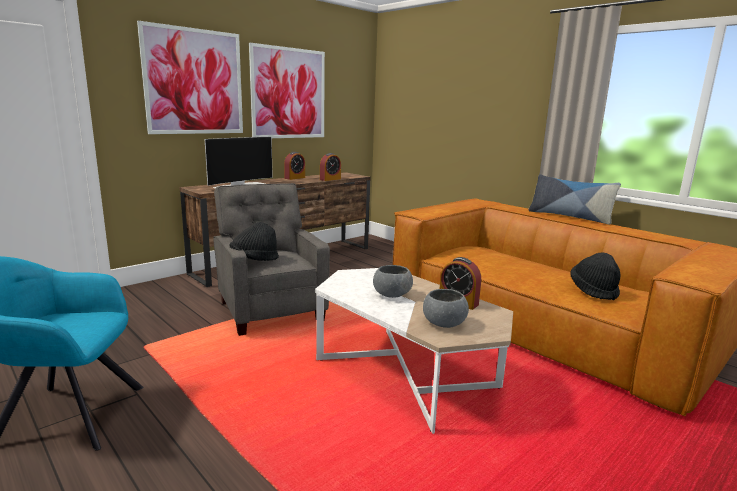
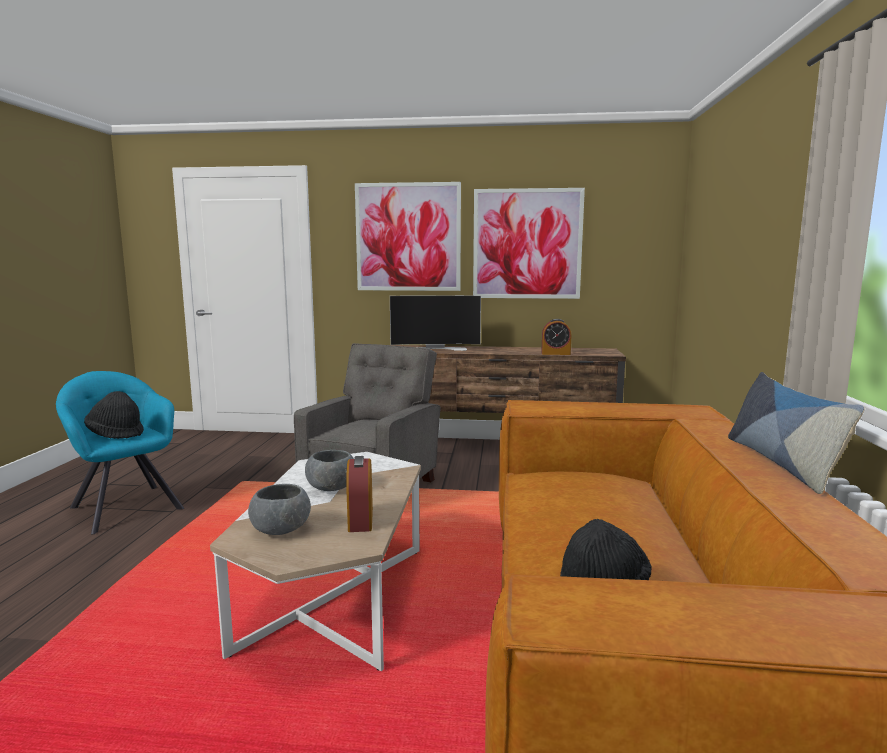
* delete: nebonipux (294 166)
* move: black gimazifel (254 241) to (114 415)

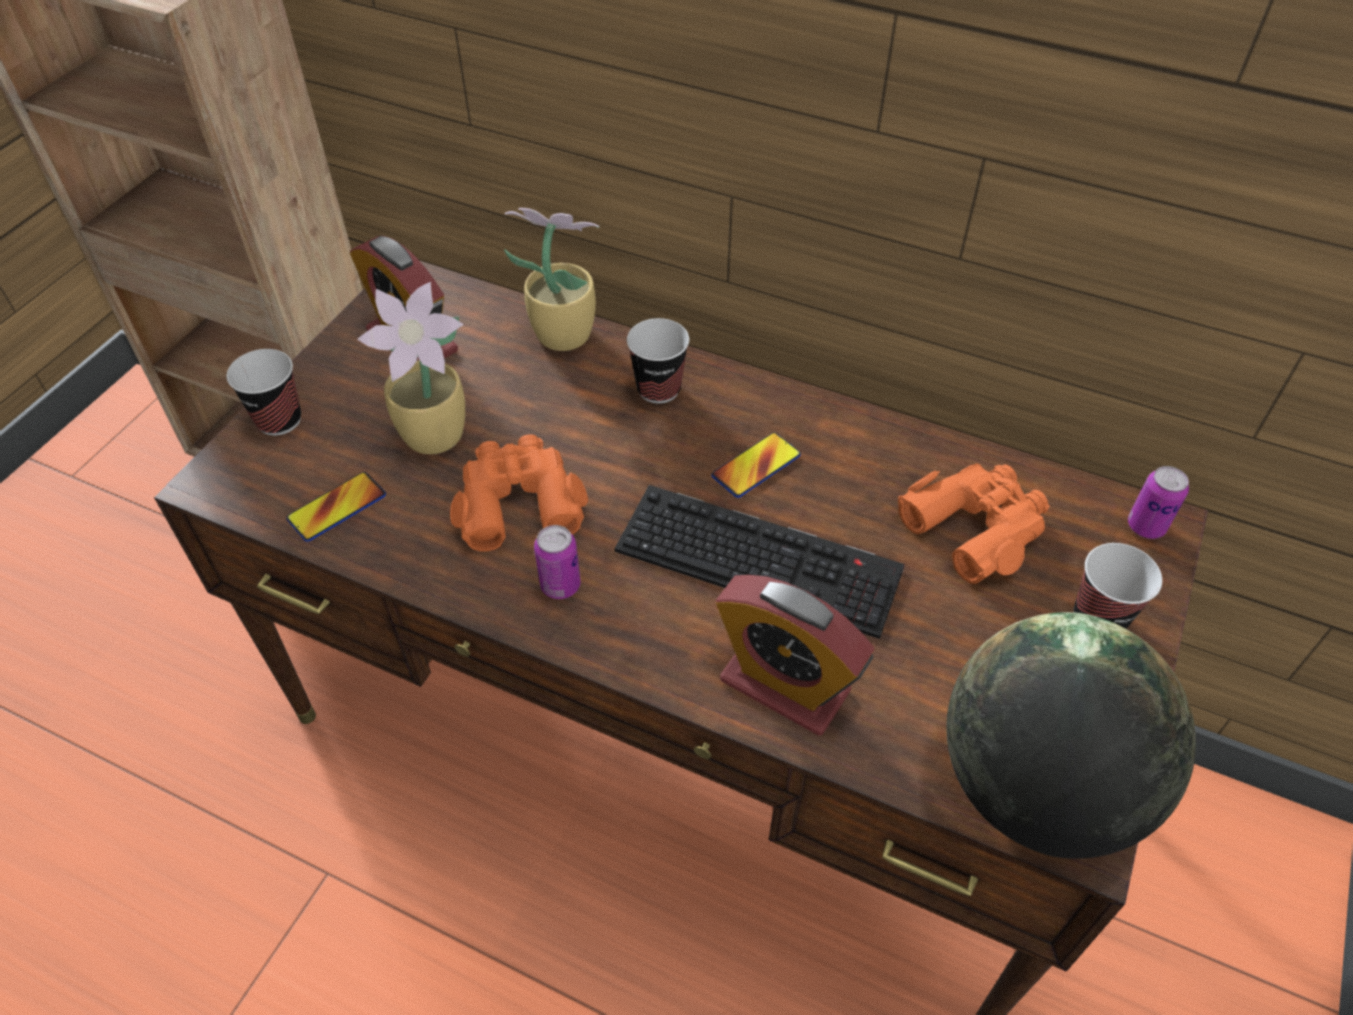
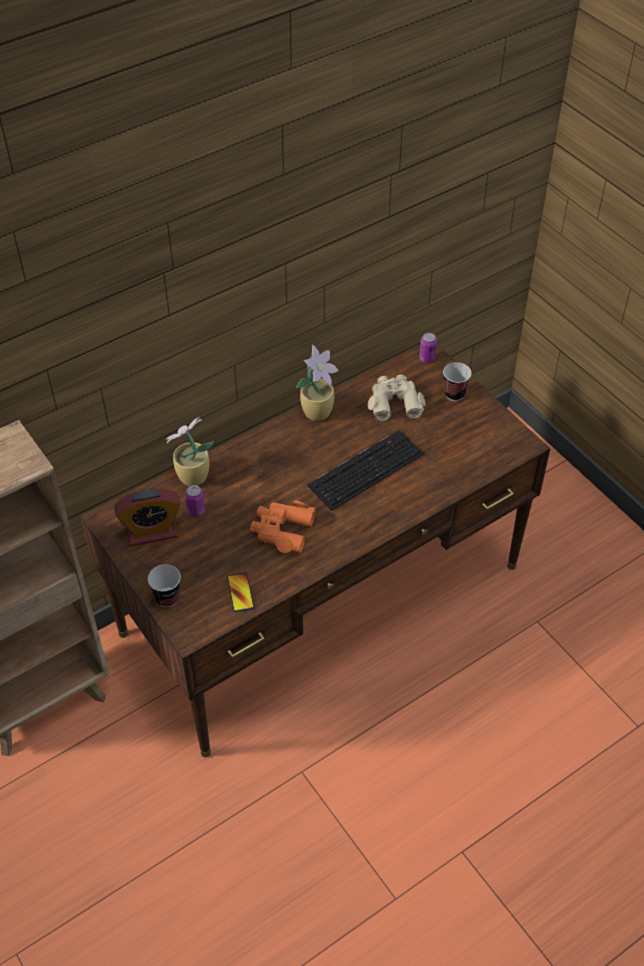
* delete: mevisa (658 361)
* delete: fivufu (756 465)
* delete: nebonipux (795 655)
* delete: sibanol (1071 735)
* move: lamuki (411 368) to (317 383)
* move: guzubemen (557 562) to (195 501)
* recolor: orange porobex (974 523) to beige porobex (396 398)

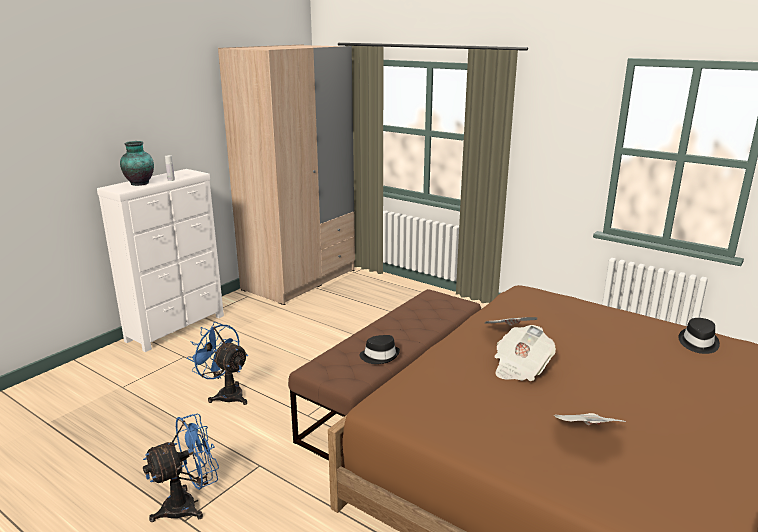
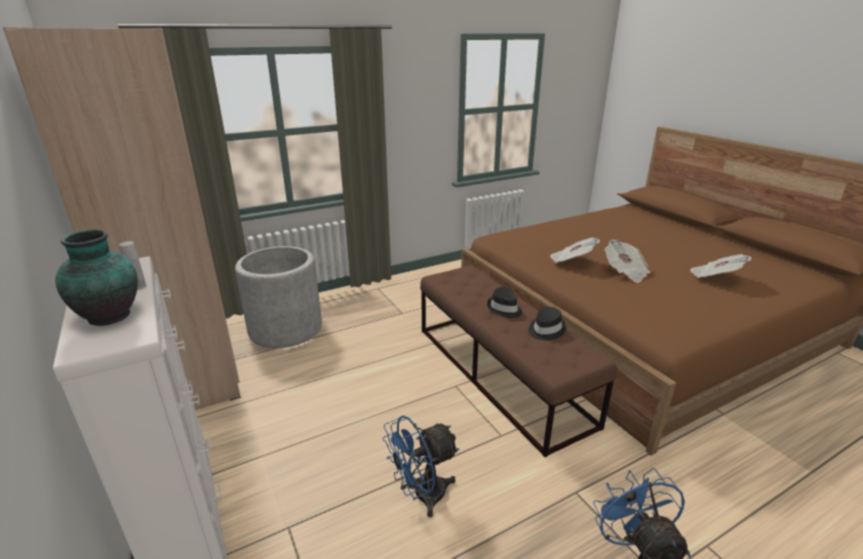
* insert: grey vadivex (278 297)
* move: black gimazifel (699 336) to (504 302)

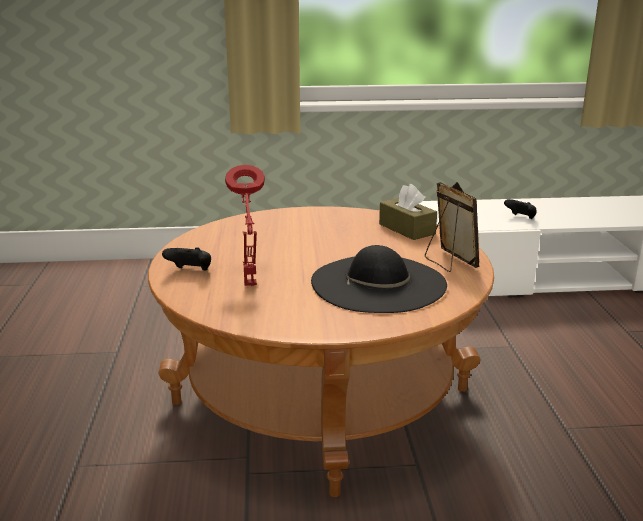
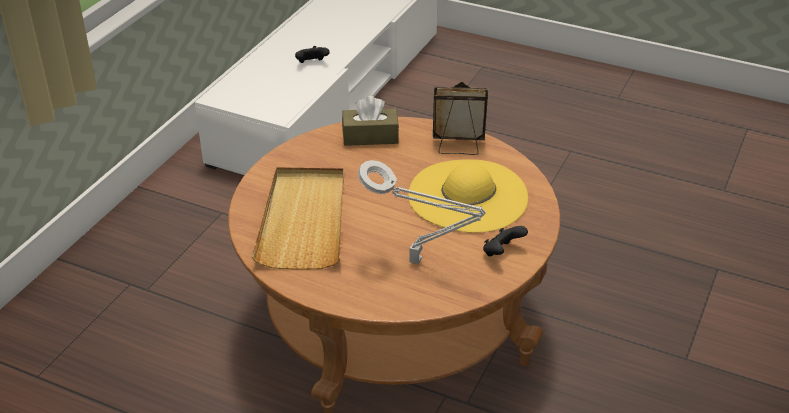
* insert: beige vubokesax (298 218)
* move: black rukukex (186 259) to (505 241)
* recolor: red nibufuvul (245 225) to grey nibufuvul (422 212)
* recolor: black gimazifel (379 279) to yellow gimazifel (468 196)

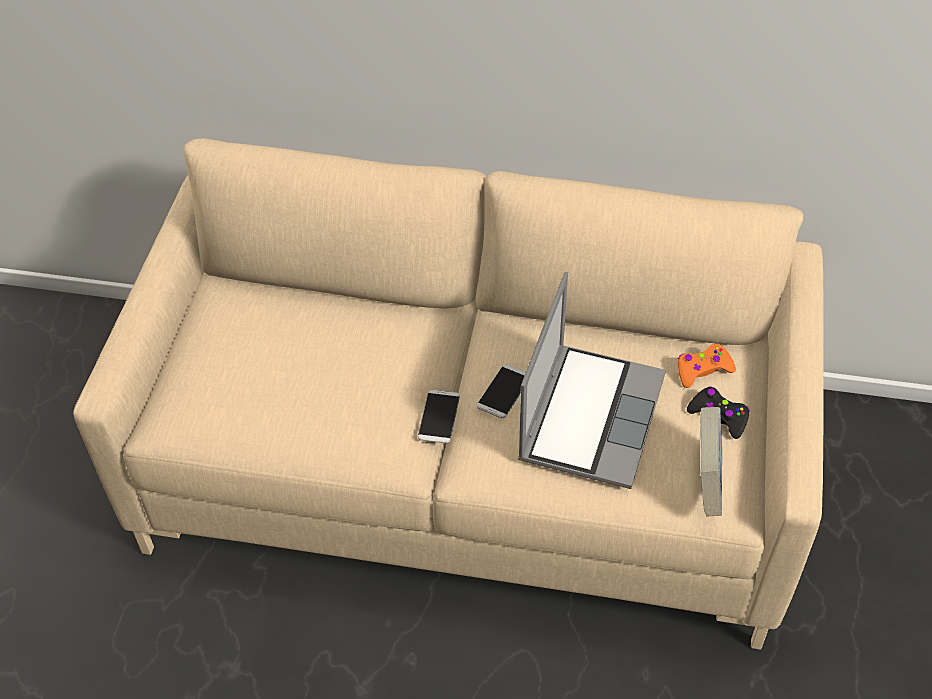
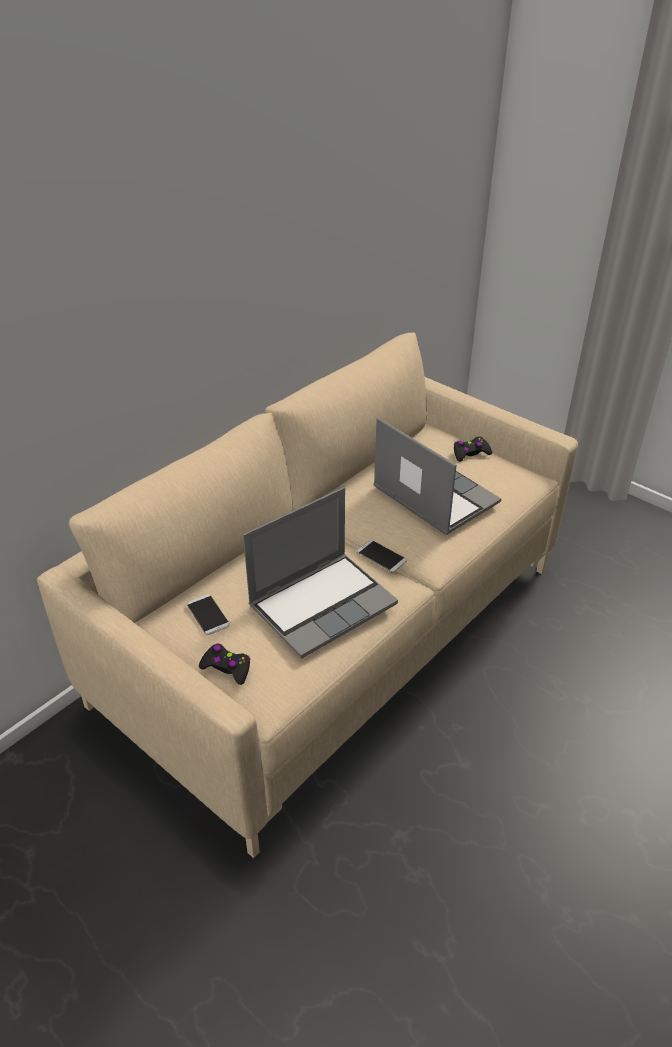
* delete: orange rukukex (707 365)
* delete: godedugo (711 461)
* insert: black rukukex (224 664)
* insert: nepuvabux (320 573)
* move: fivufu (501 391) to (208 614)

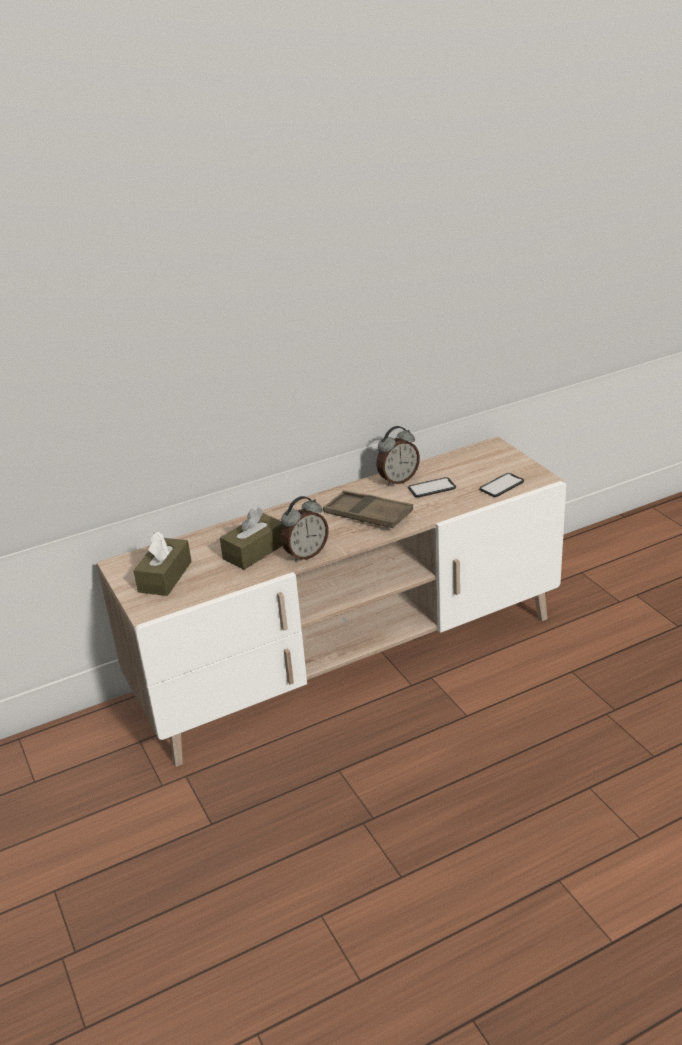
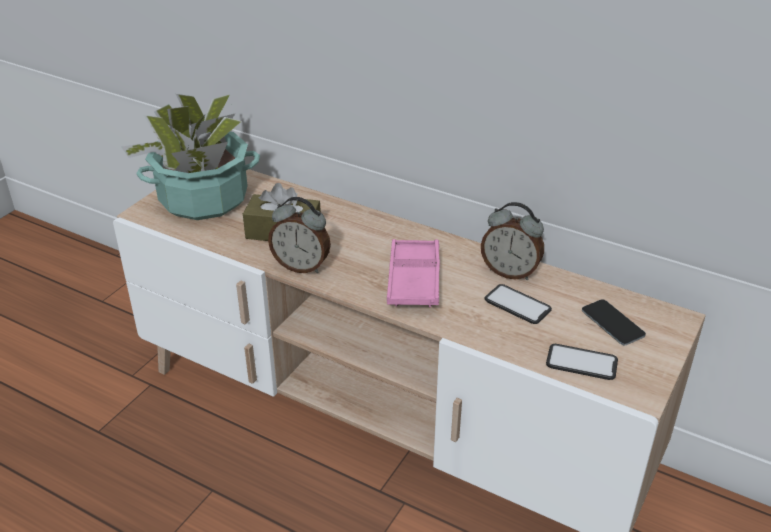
* insert: fivufu (614 322)
* replace: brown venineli (163 564) to lamuki (191 157)
* recolor: brown vubokesax (368 509) to pink vubokesax (413 273)

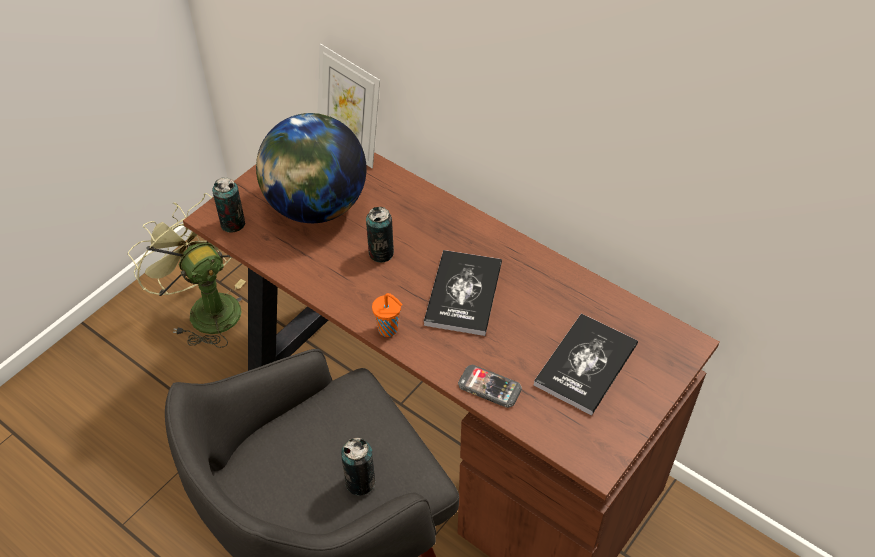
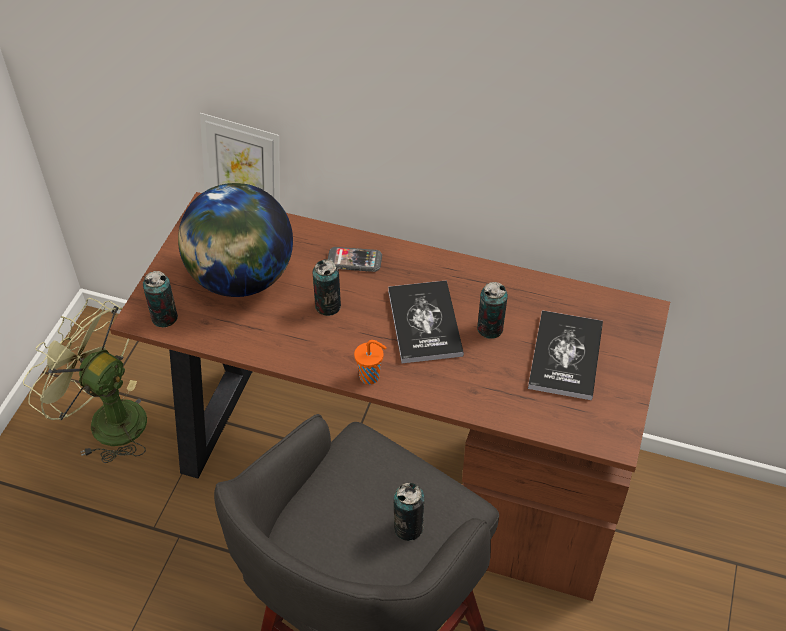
* insert: guzubemen (492 310)
* move: fivufu (490 386) to (355 259)

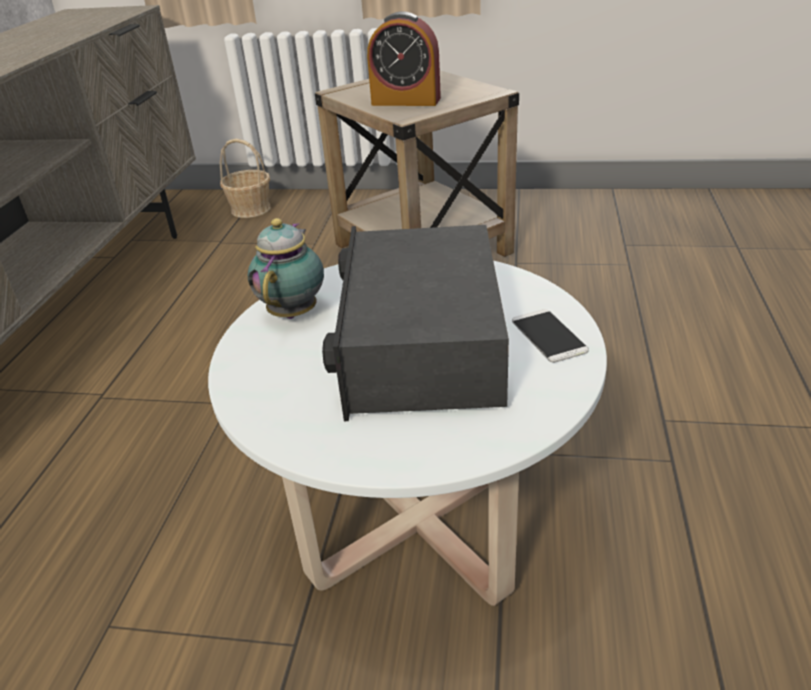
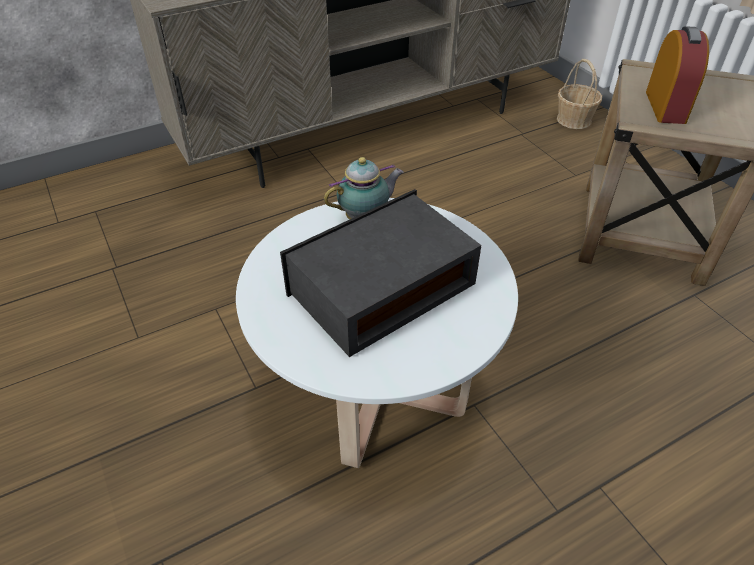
* delete: fivufu (550 336)
* rotate: nebonipux (404 58) = (677 75) 150 degrees counterclockwise

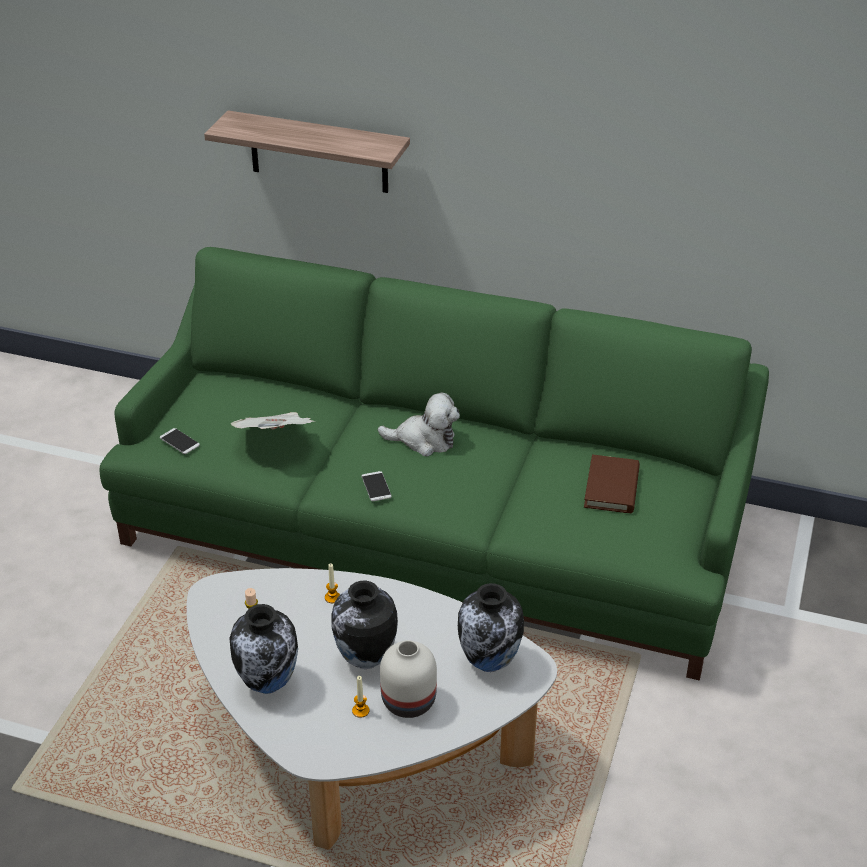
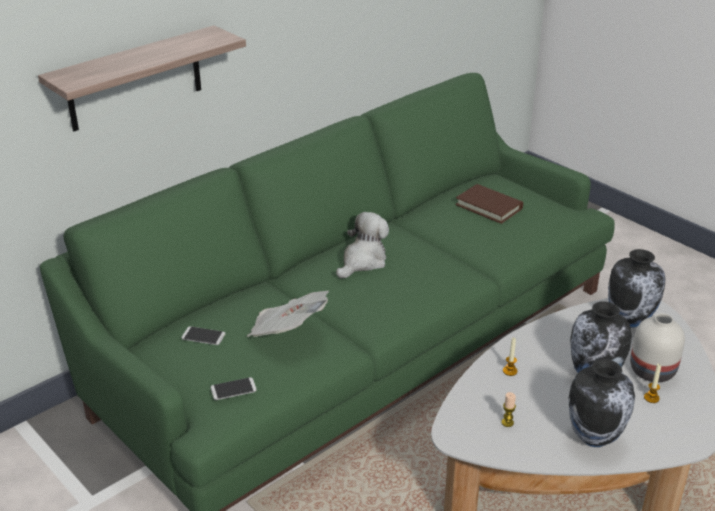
* move: fivufu (377 486) to (203 335)

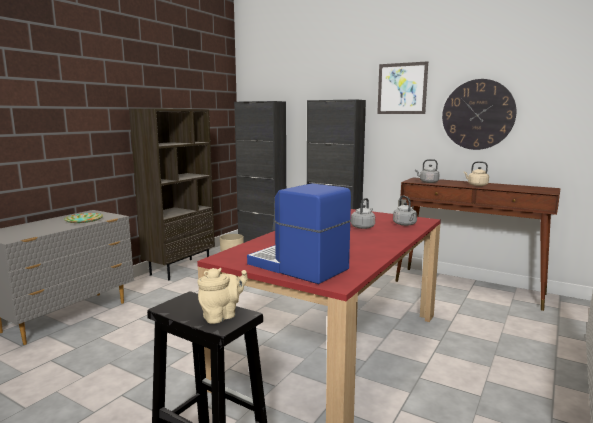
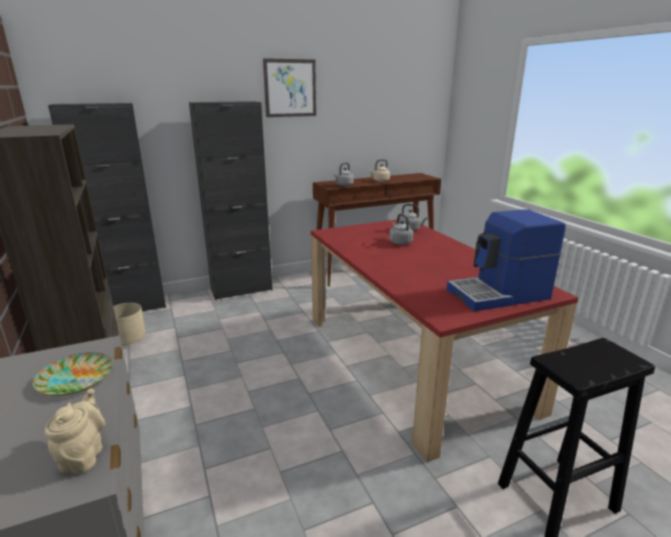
* delete: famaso (479 114)
* move: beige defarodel (222 296) to (75 431)

